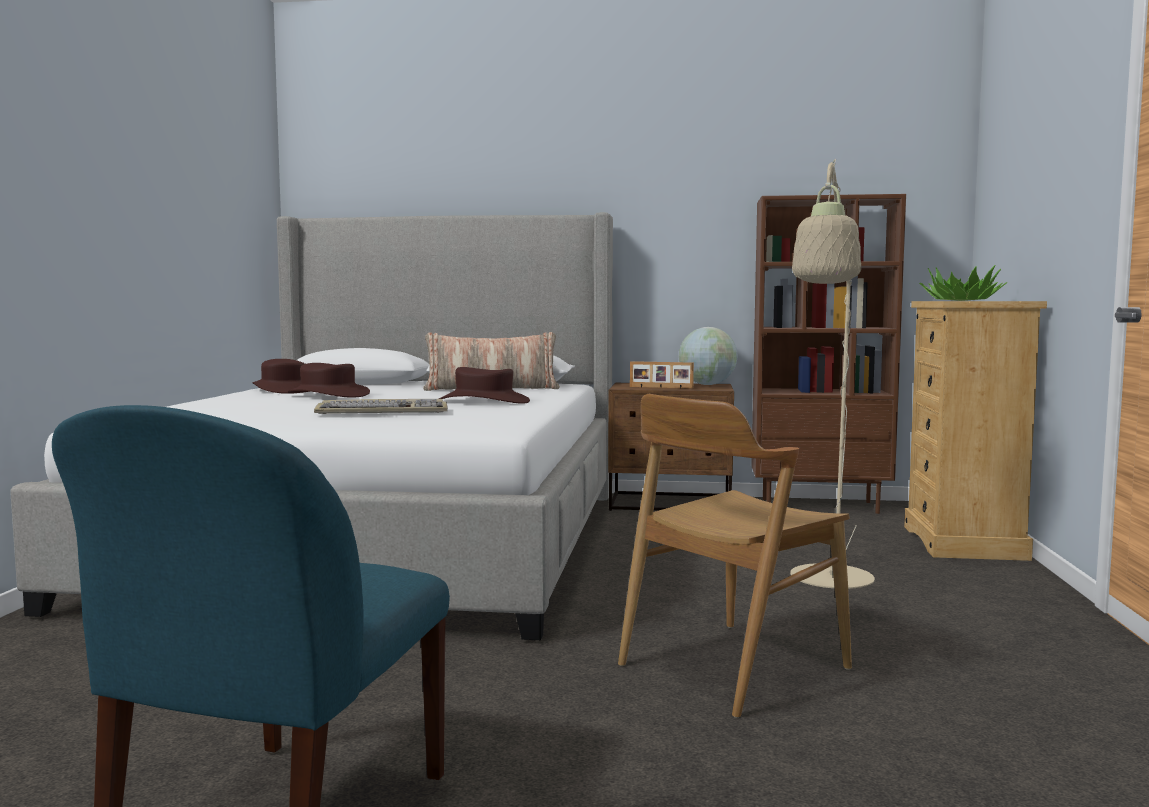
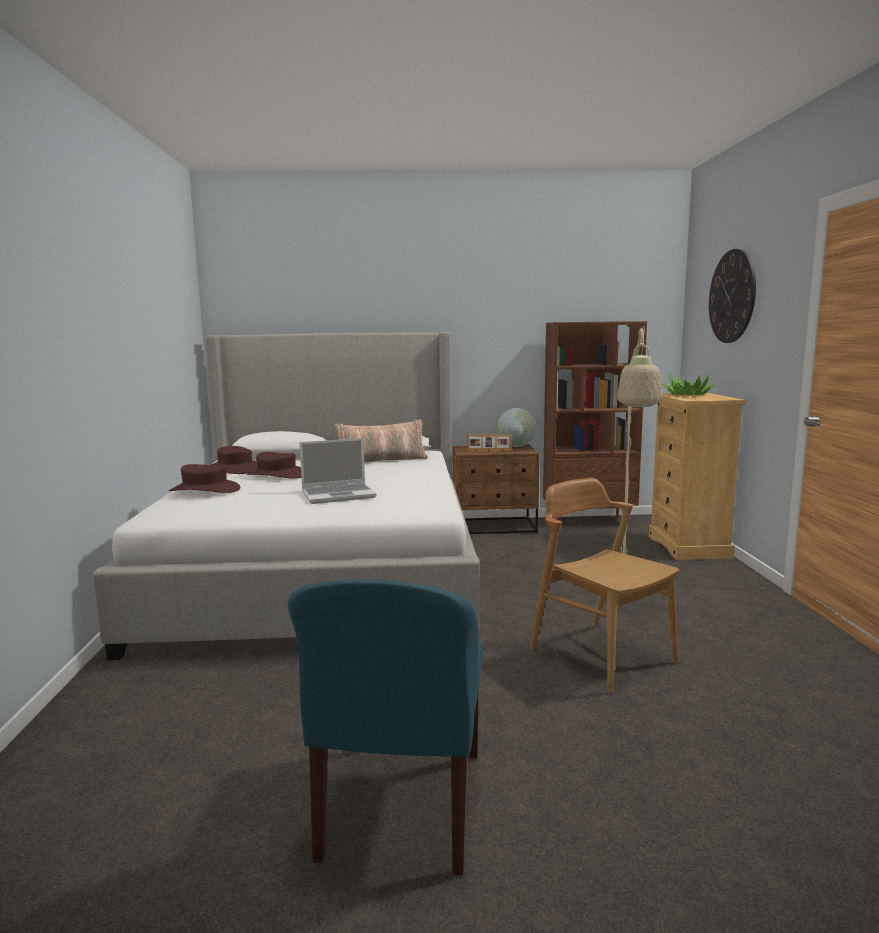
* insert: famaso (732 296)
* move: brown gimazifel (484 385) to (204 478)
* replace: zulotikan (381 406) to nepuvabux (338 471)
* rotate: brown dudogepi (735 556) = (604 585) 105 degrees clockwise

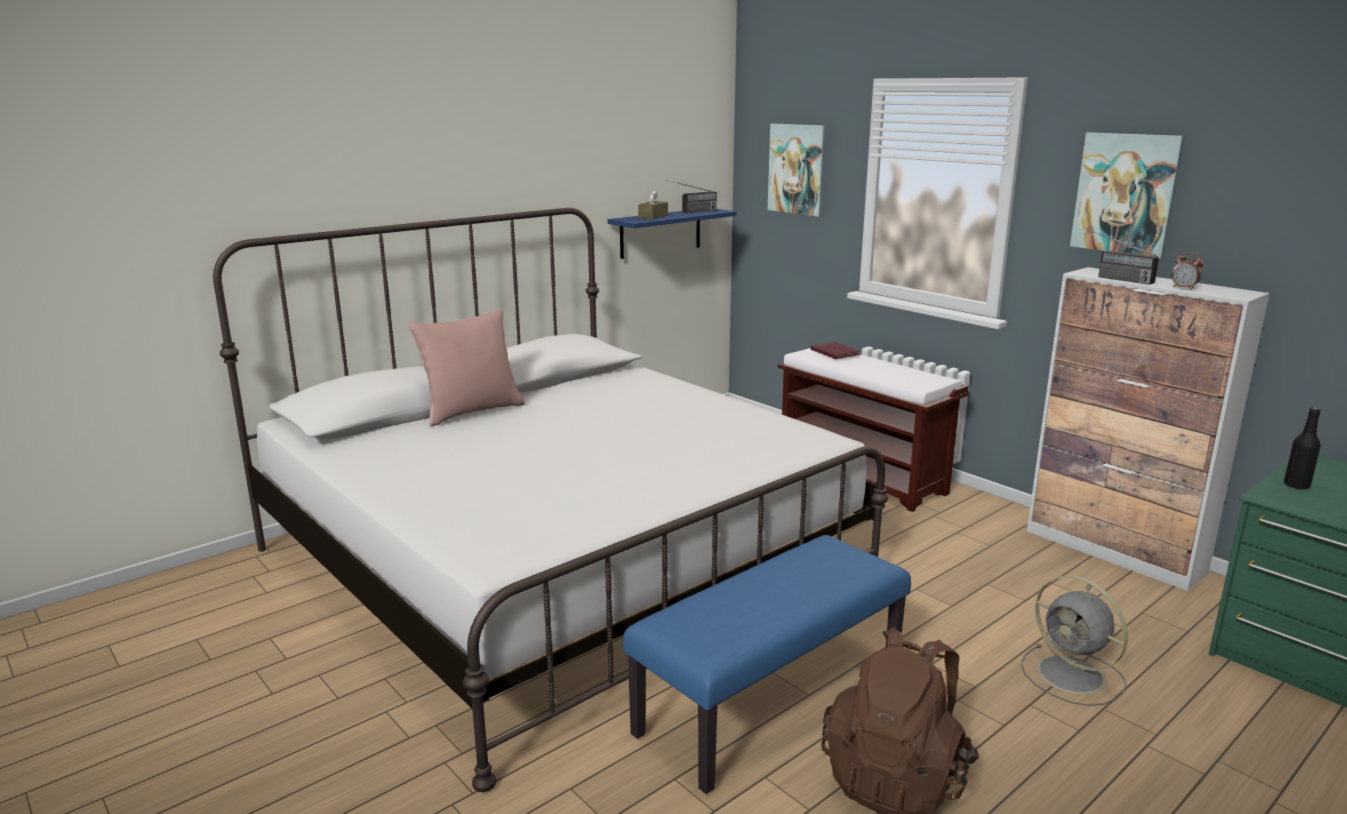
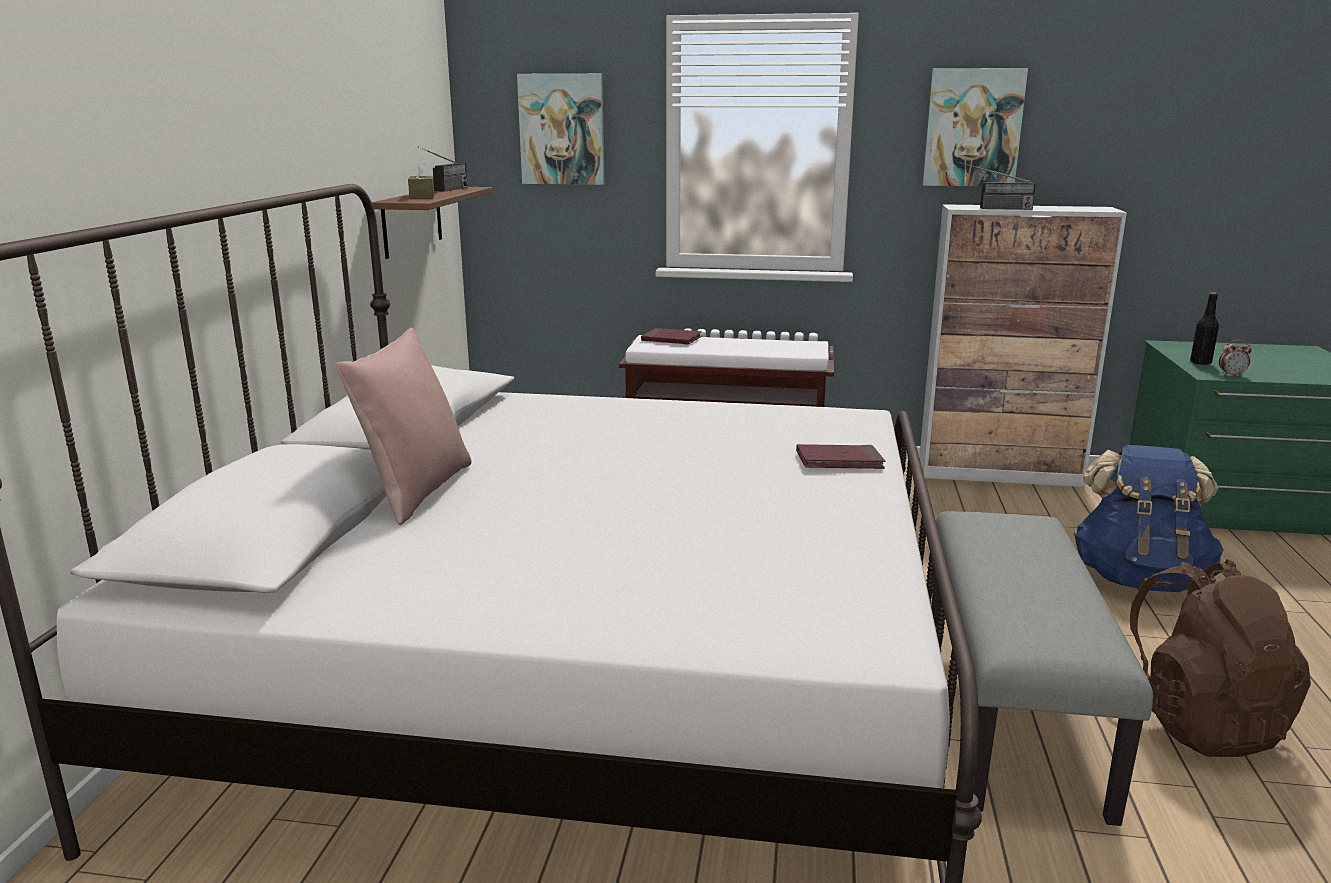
* insert: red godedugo (841 456)
* move: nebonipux (1187 271) to (1235 358)
* replace: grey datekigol (1074 640) to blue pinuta (1148 518)
* recolor: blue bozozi (672 234) to brown bozozi (432 223)
* recolor: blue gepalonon (767 664) to grey gepalonon (1042 668)

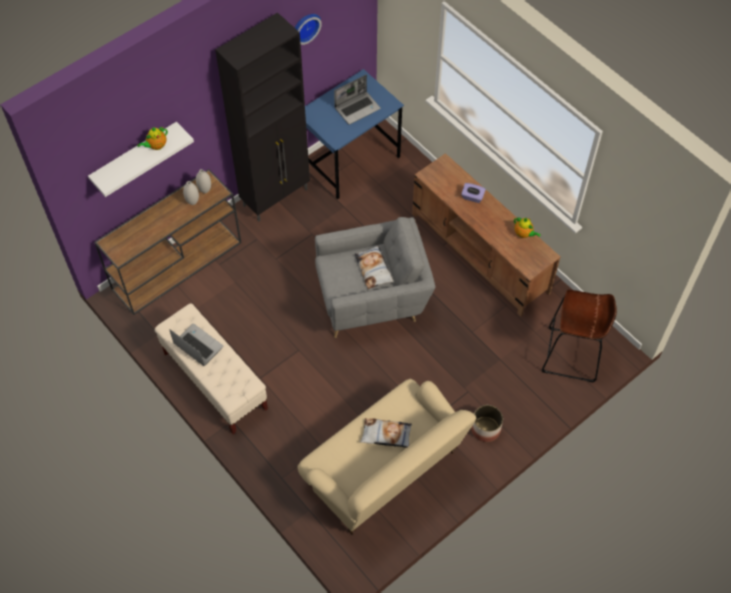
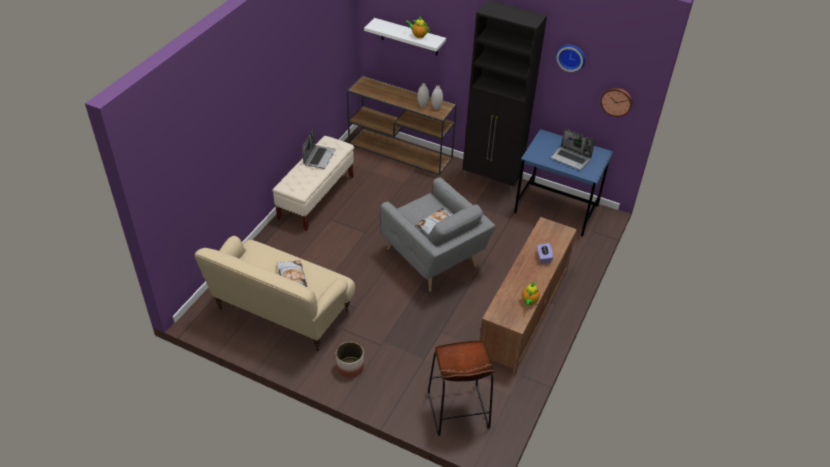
* insert: famaso (616 102)

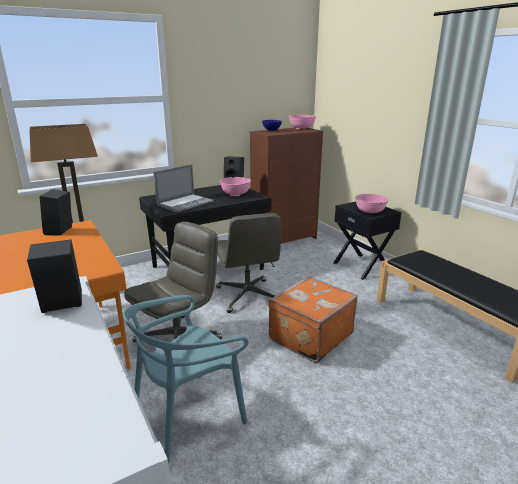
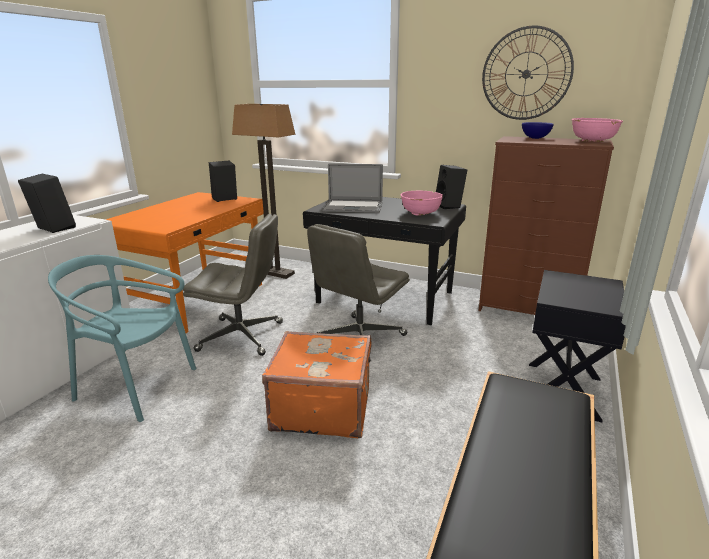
* delete: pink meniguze (371 204)
* insert: famaso (528 73)

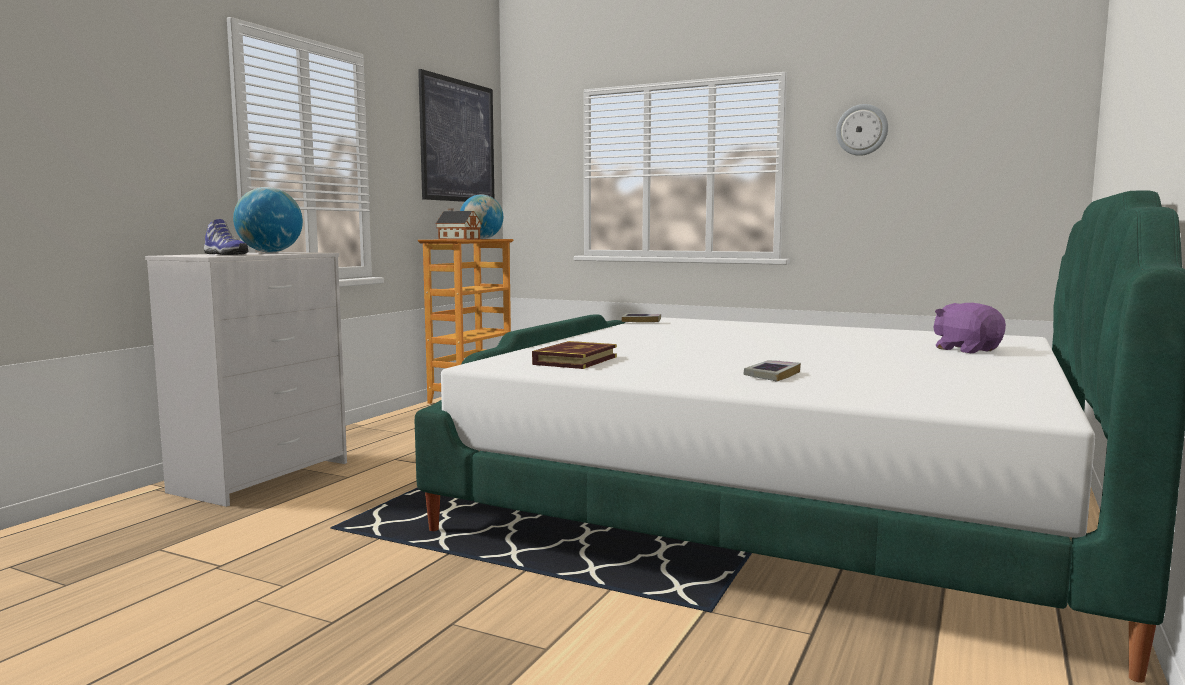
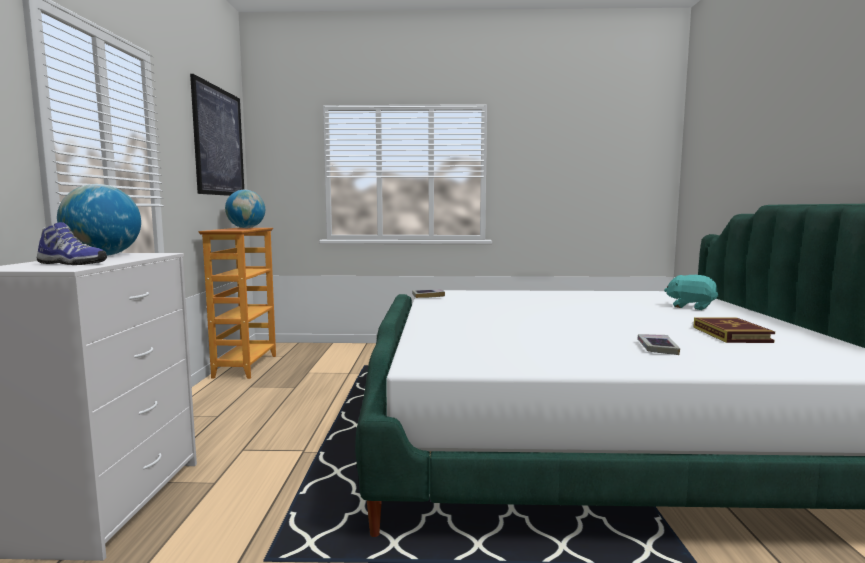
* delete: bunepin (458 224)
* delete: famaso (862 130)
* move: godedugo (574 355) to (734 330)
* recolor: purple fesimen (969 328) to turquoise fesimen (691 292)

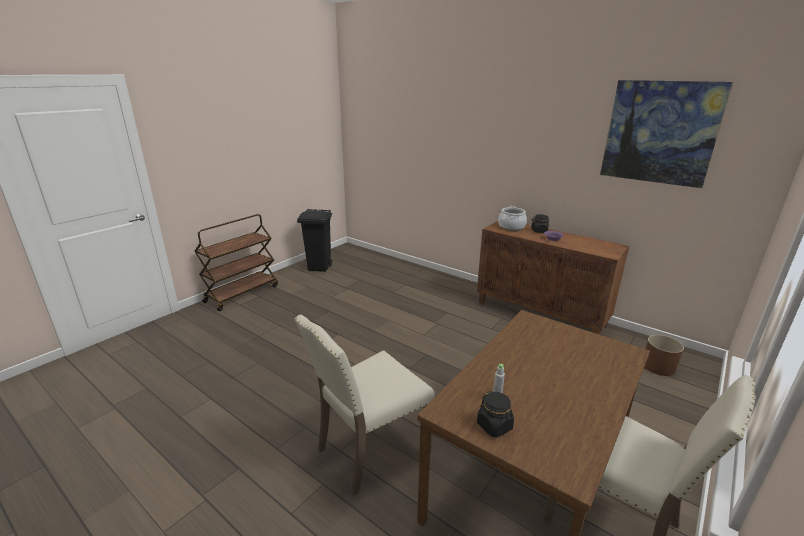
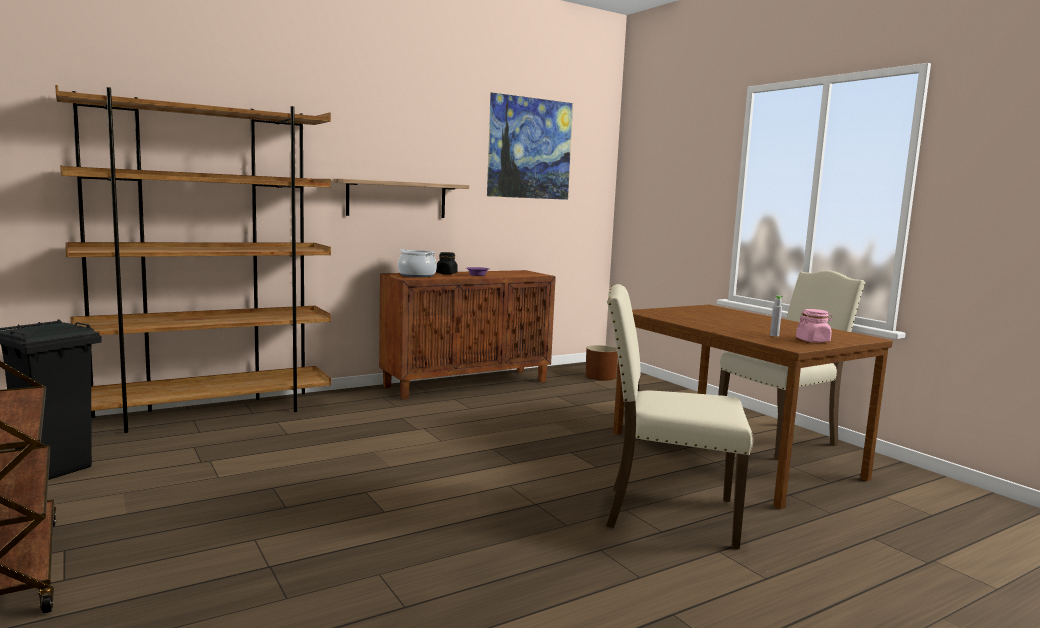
* insert: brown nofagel (193 259)
* insert: bozozi (401 198)
* recolor: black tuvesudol (495 414) to pink tuvesudol (814 326)
* rotate: beige dudogepi (364 405) = (679 416) 120 degrees clockwise

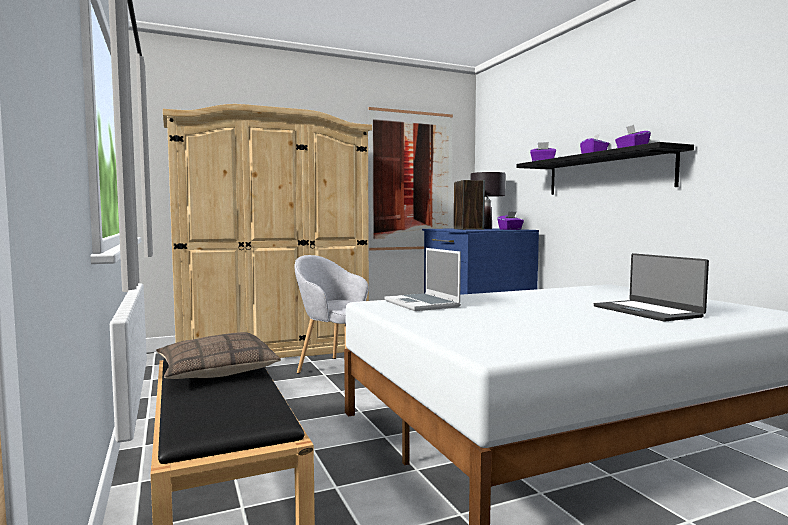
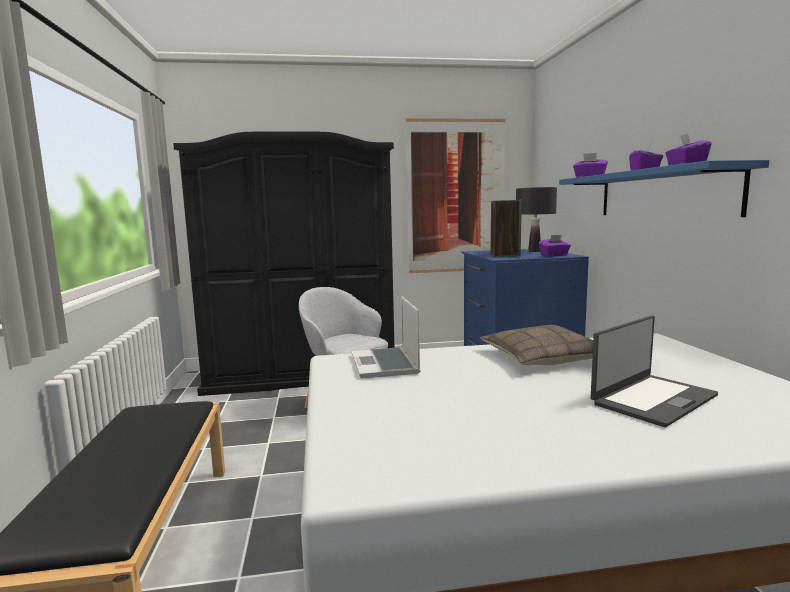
* move: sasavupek (218 355) to (536 345)
* recolor: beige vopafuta (267 231) to black vopafuta (283 264)
* recolor: black bozozi (605 168) to blue bozozi (664 188)
* rotate: nepuvabux (651 287) = (654 371) 120 degrees counterclockwise

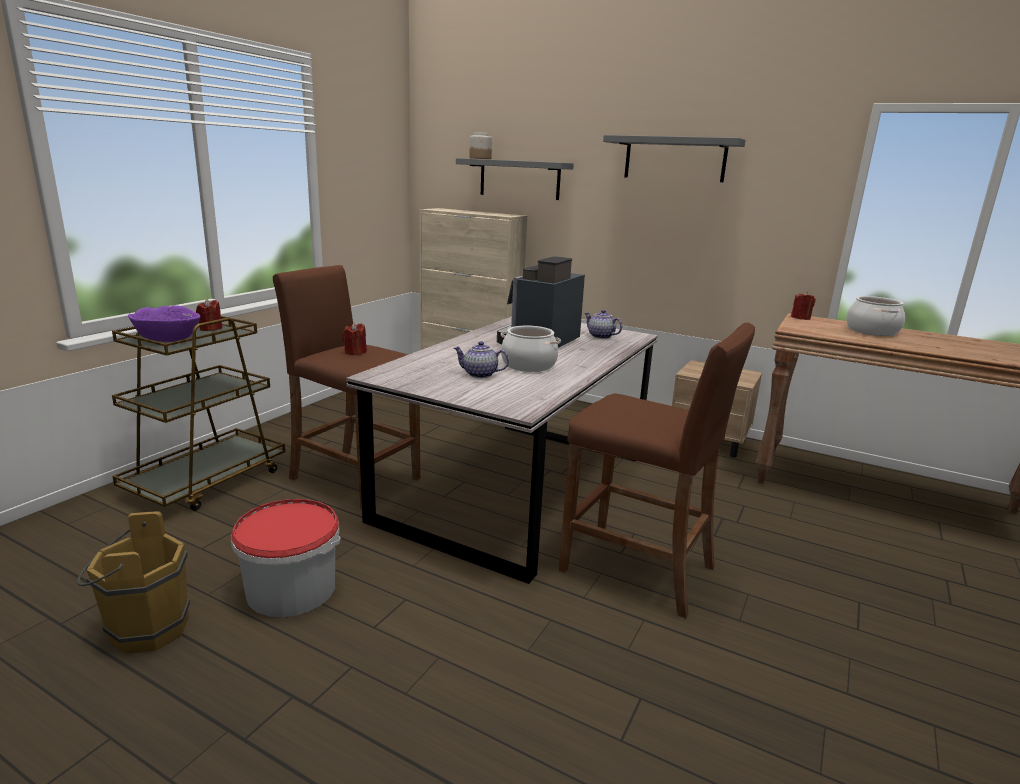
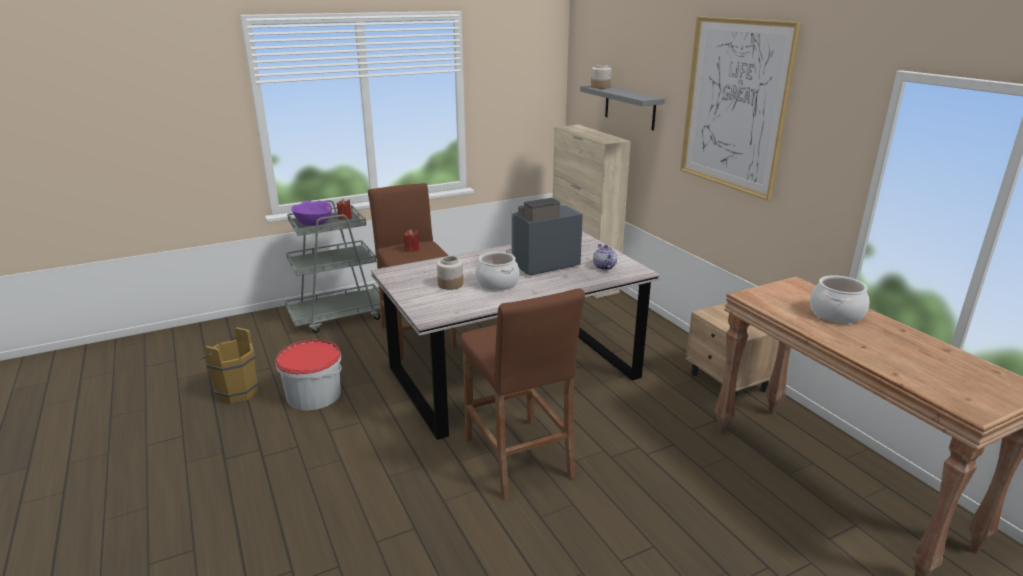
* delete: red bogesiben (803 306)
* replace: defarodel (481 359) to tuvesudol (450 273)
* replace: grey bozozi (674 158) to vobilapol (740 108)
* recolor: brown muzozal (198 413) to grey muzozal (332 266)

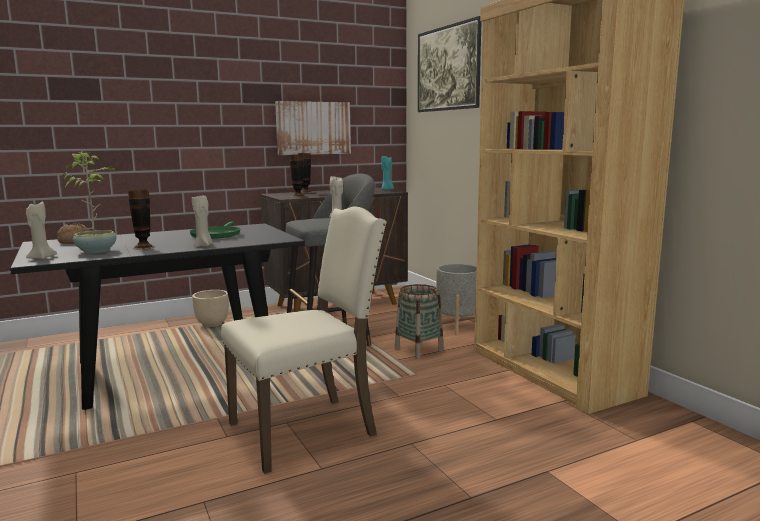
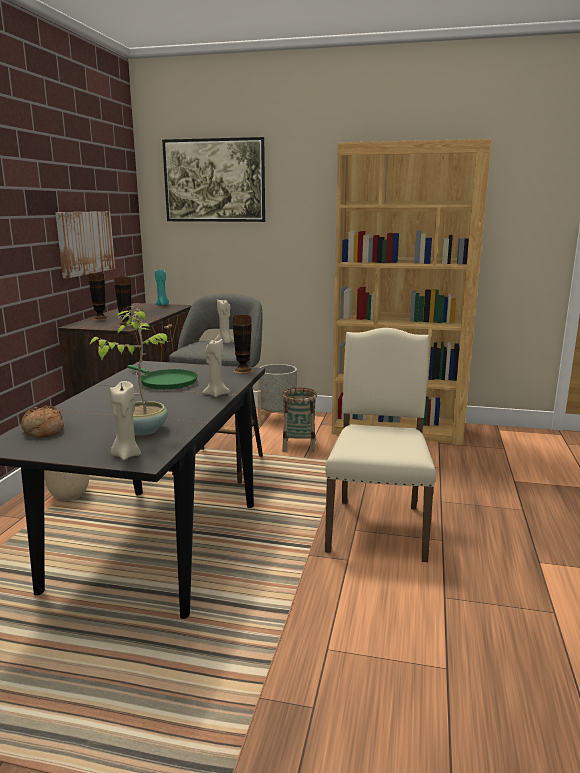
* move: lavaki (141 220) to (243 344)

